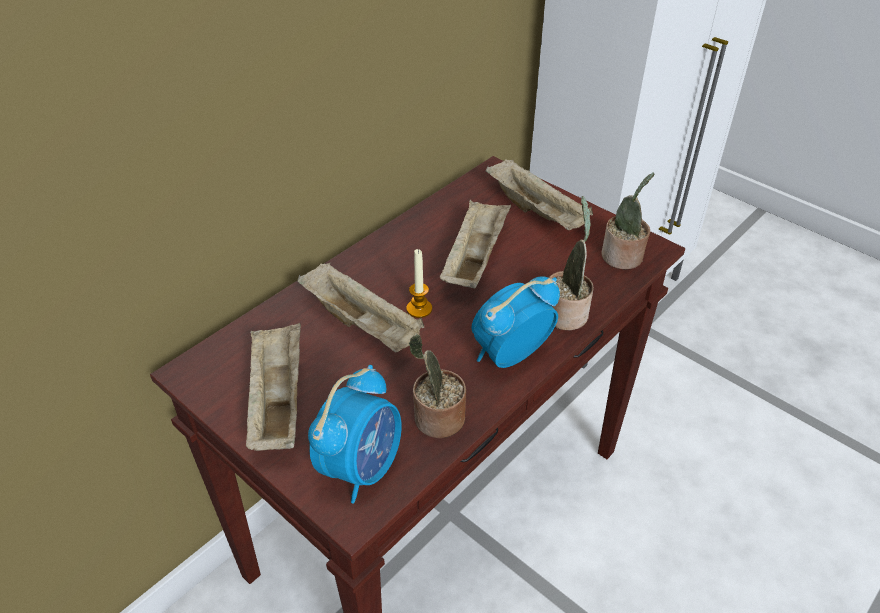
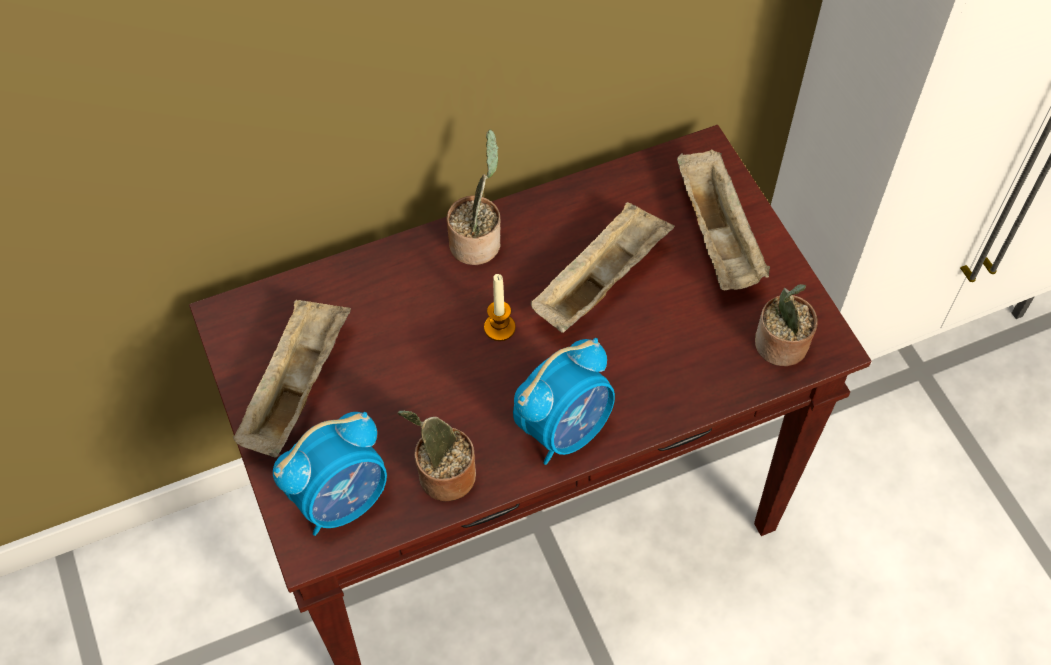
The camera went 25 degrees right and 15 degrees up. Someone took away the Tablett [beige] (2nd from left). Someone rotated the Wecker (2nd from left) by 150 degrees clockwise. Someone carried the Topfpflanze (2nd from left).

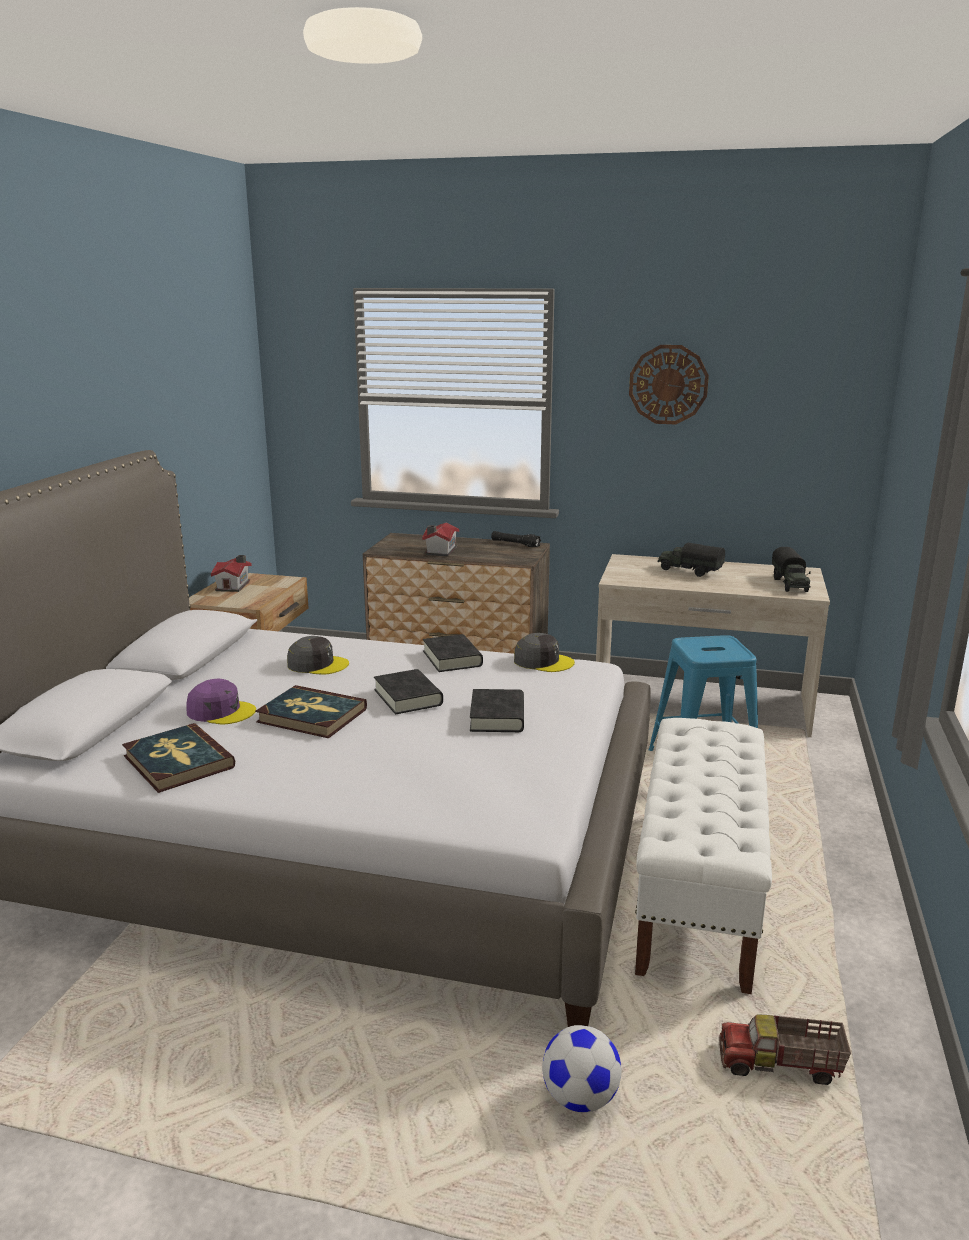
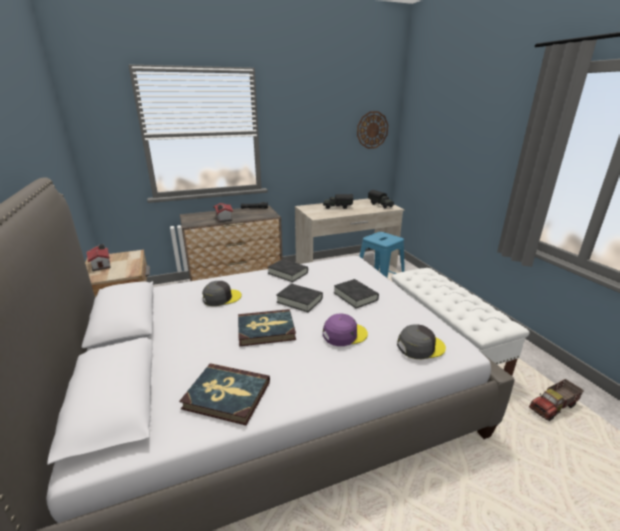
The camera went 35 degrees left and 5 degrees up. Someone carried the Kappe [lila]. Someone carried the Kappe [grau] (2nd from left). Someone took away the Fußball. Someone carried the Wanduhr.

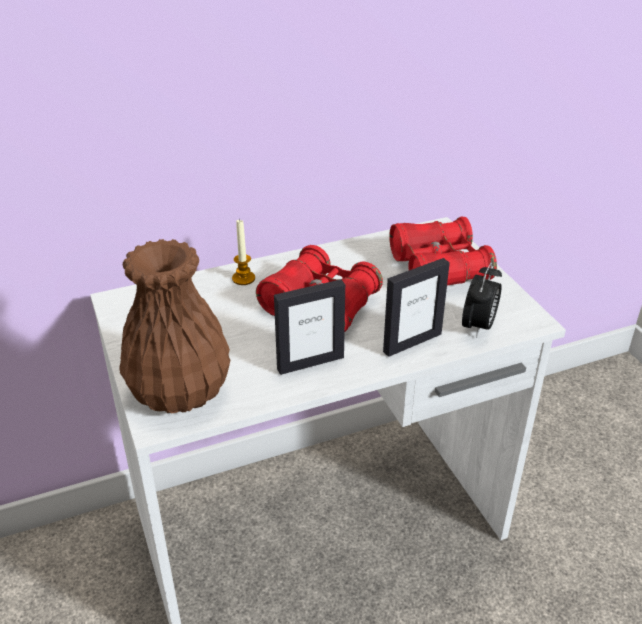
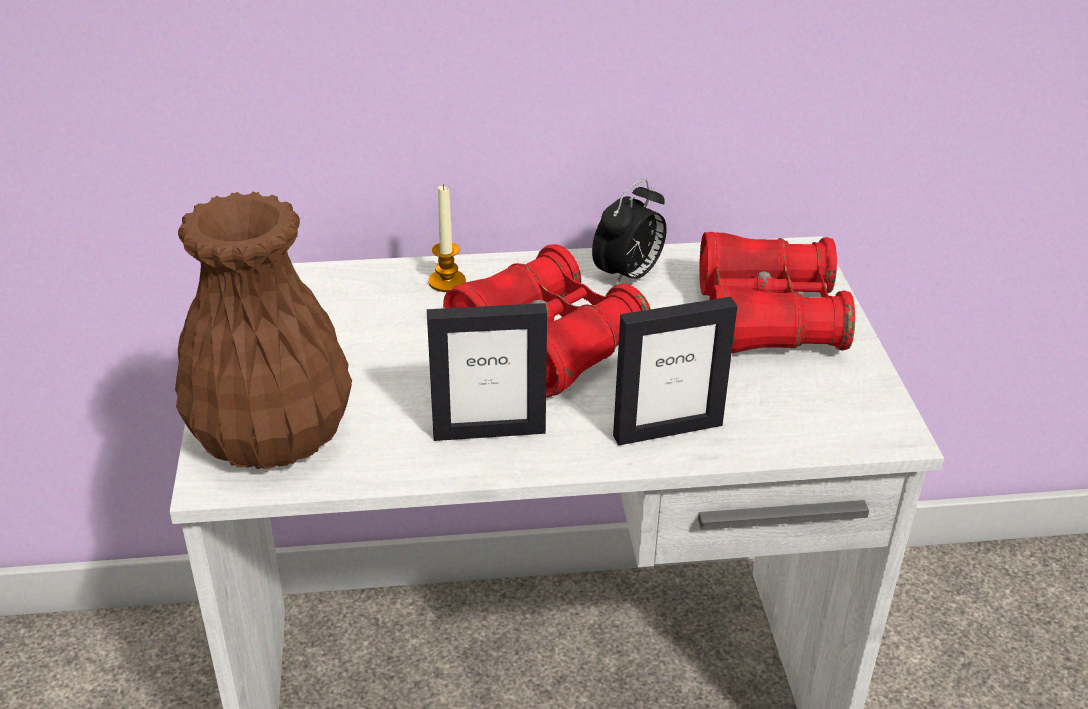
The camera went 15 degrees right and 0 degrees up. Someone carried the Wecker.

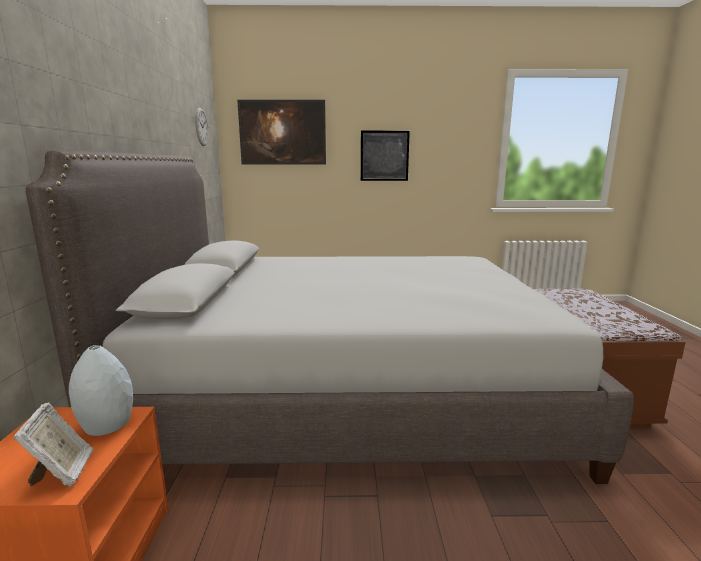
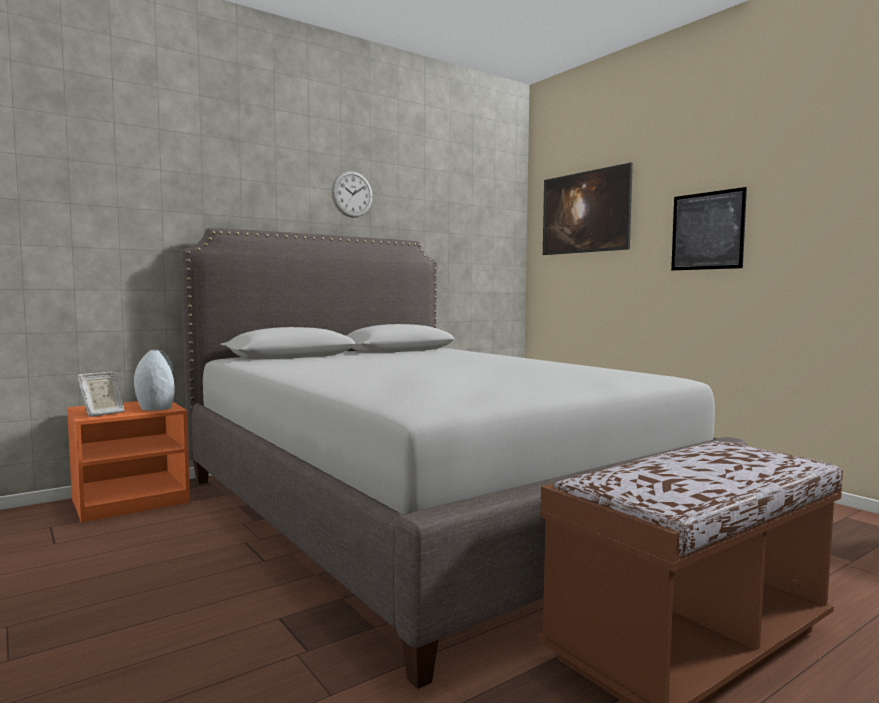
The camera went 55 degrees right and 10 degrees down. Someone carried the Wanduhr.

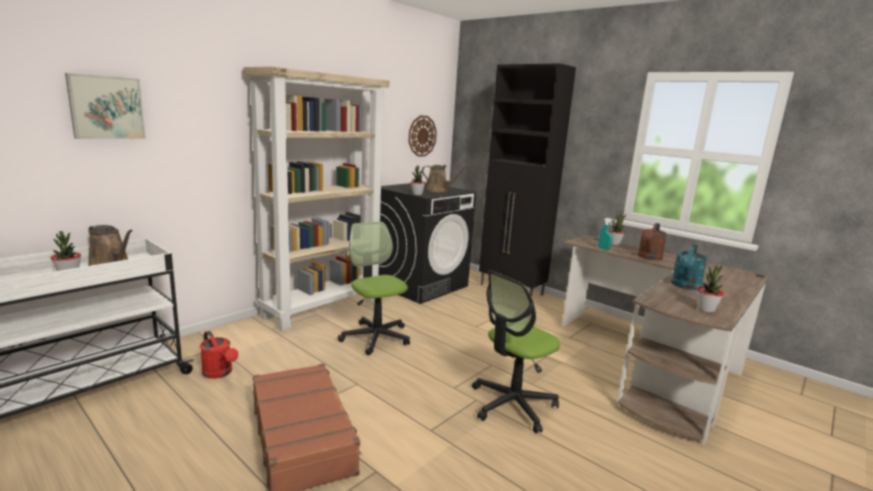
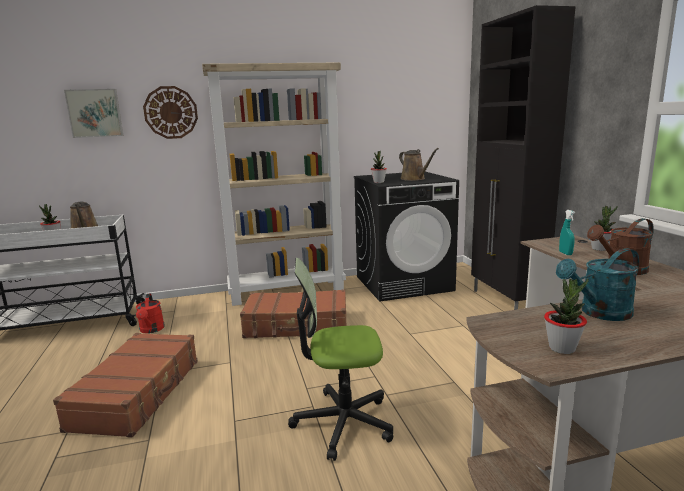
The camera went 35 degrees right and 0 degrees up. Someone swapped the Bürostuhl (1st from left) for the Koffer [braun] (2nd from left). Someone carried the Wanduhr.

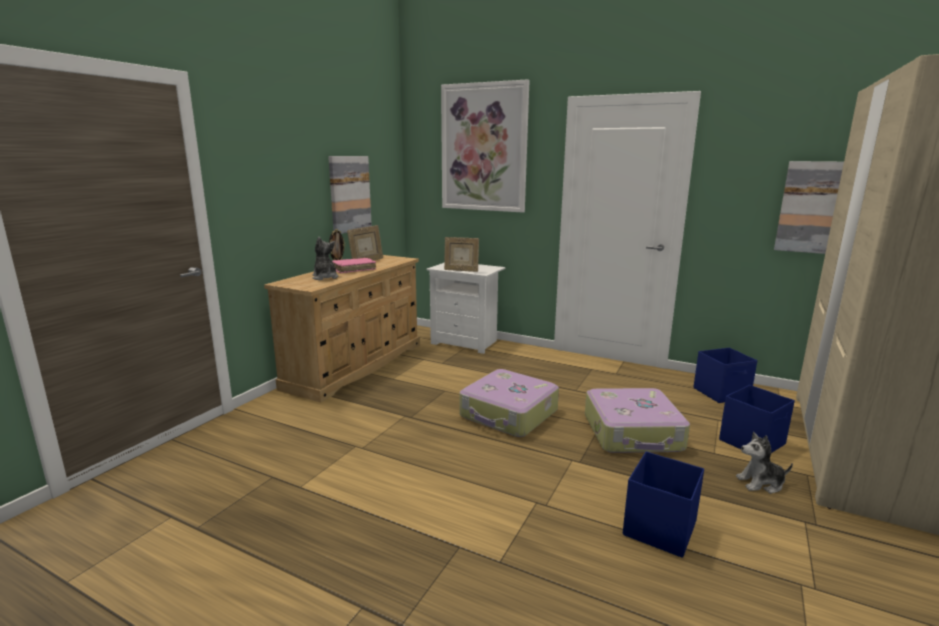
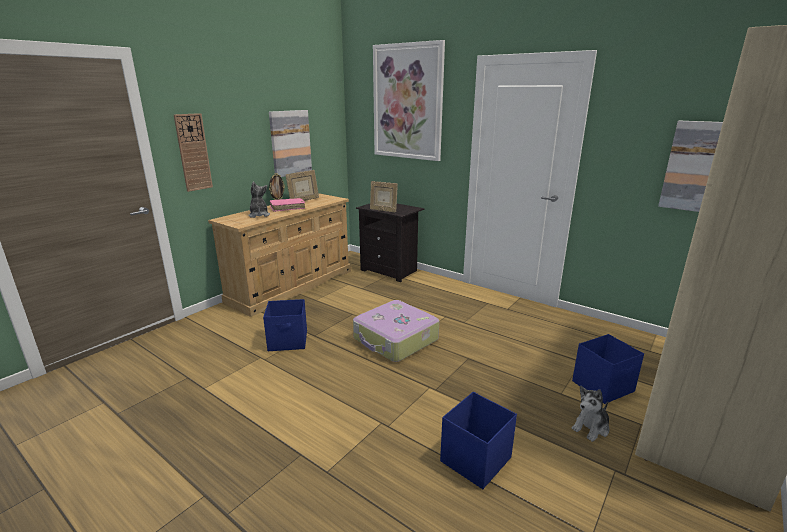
The camera went 10 degrees right and 5 degrees up. Someone repainted the Nachttisch [weiß], which became the Nachttisch [schwarz]. Someone took away the Koffer (2nd from left). Someone carried the Aufbewahrungsbox [blau] (2nd from left in the first image). Someone rotated the Plüschtier (2nd from left) by 45 degrees counterclockwise. Someone put up the Wanduhr.

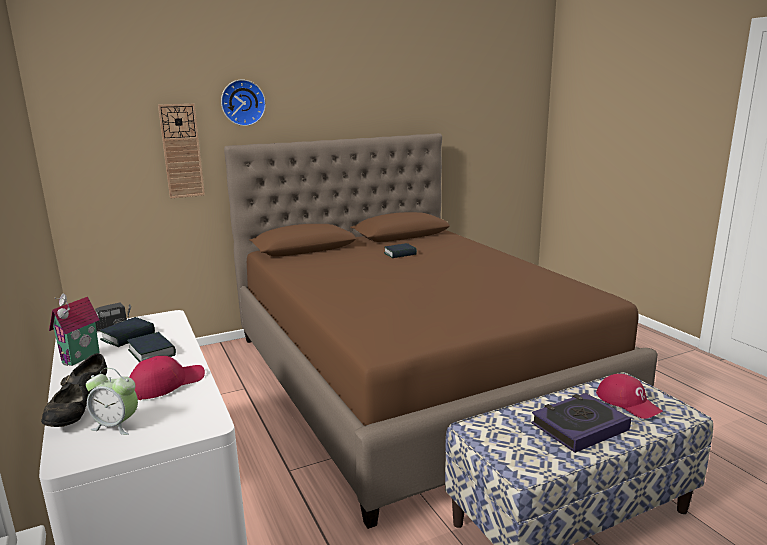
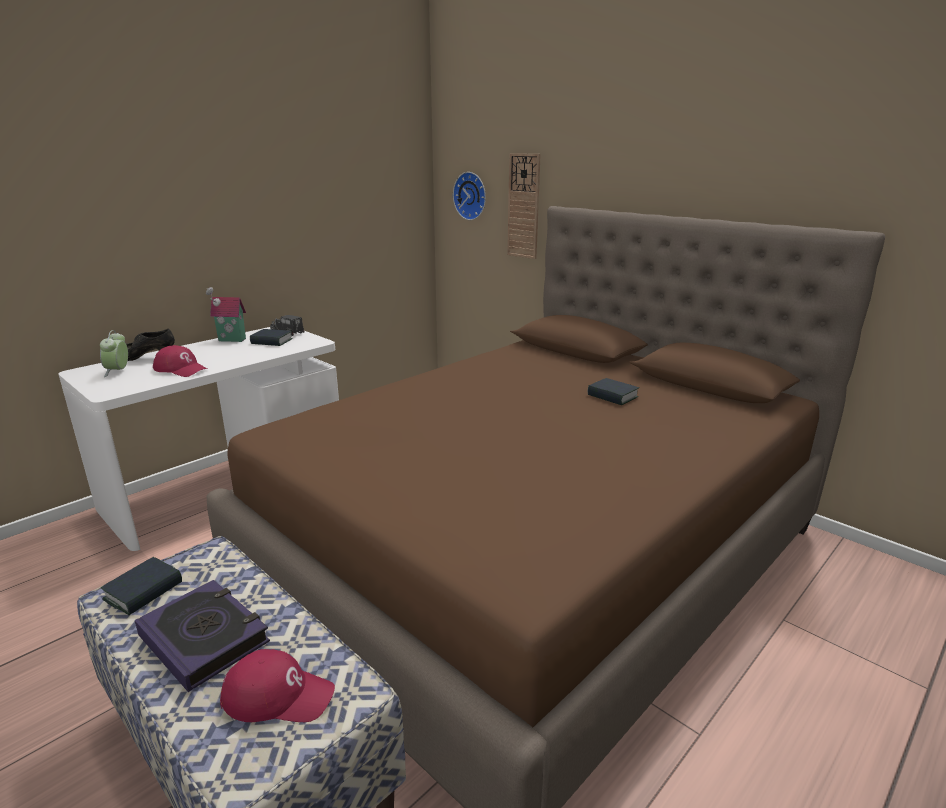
The camera went 70 degrees right and 5 degrees up. Someone carried the Buch (2nd from left in the first image). Someone carried the Wanduhr (2nd from left in the first image). Someone rotated the Kappe [rot] (2nd from left) by 120 degrees counterclockwise.

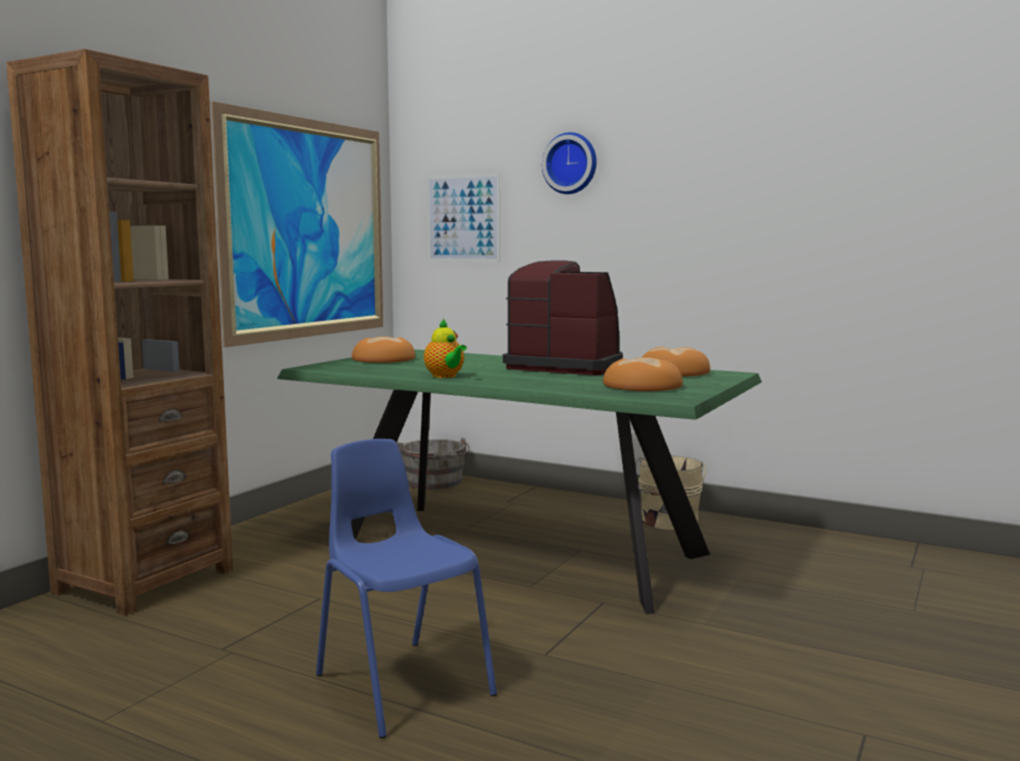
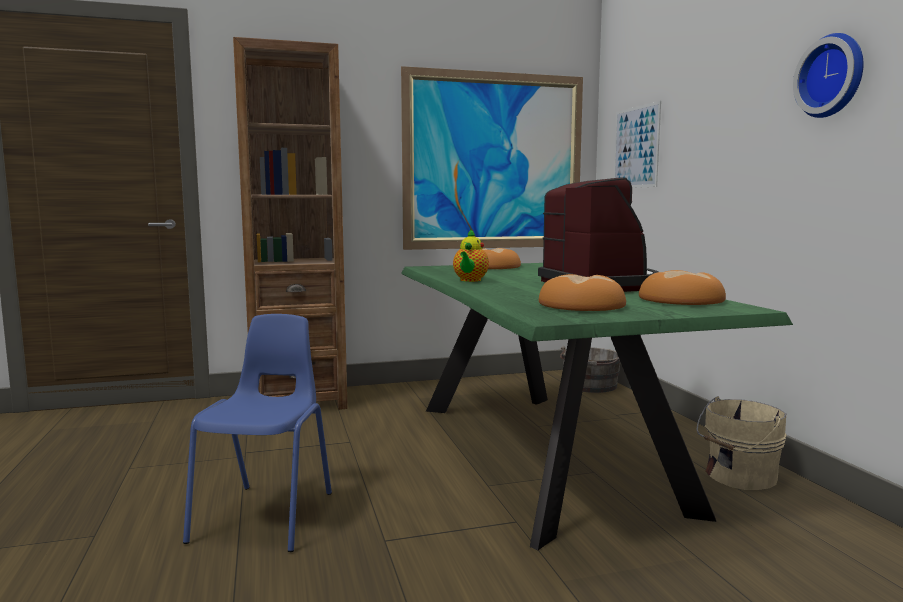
The camera went 45 degrees right and 0 degrees up. Someone carried the Wanduhr.

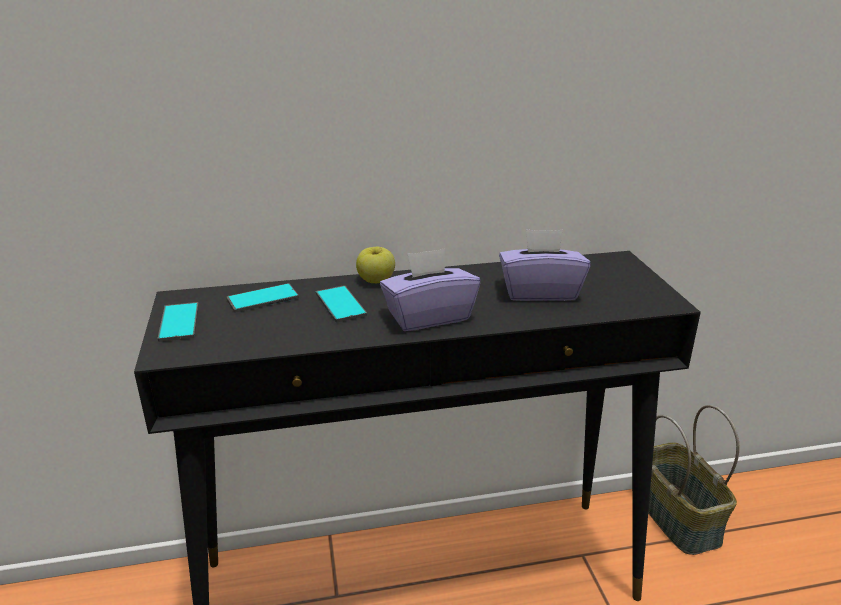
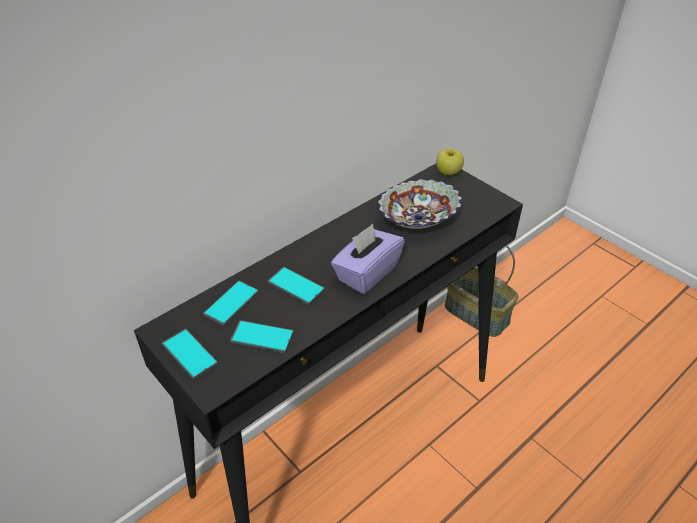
The camera went 30 degrees left and 15 degrees up. Someone carried the Apfel. Someone swapped the Taschentuchbox [lila] (2nd from left) for the Schüssel. Someone put down the Handy (3rd from left).

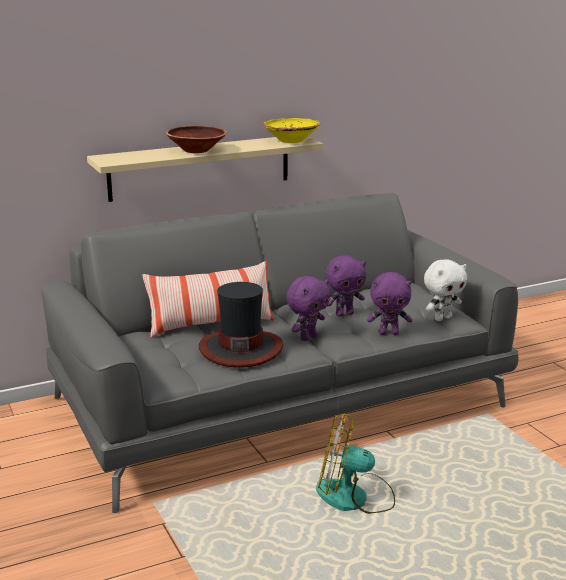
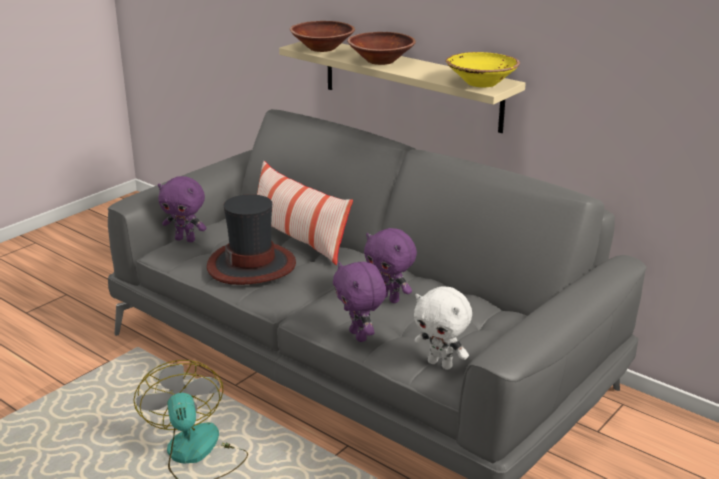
The camera went 65 degrees right and 5 degrees up. Someone carried the Plüschtier [lila] (1st from left). Someone put down the Schüssel [braun] (1st from left).

